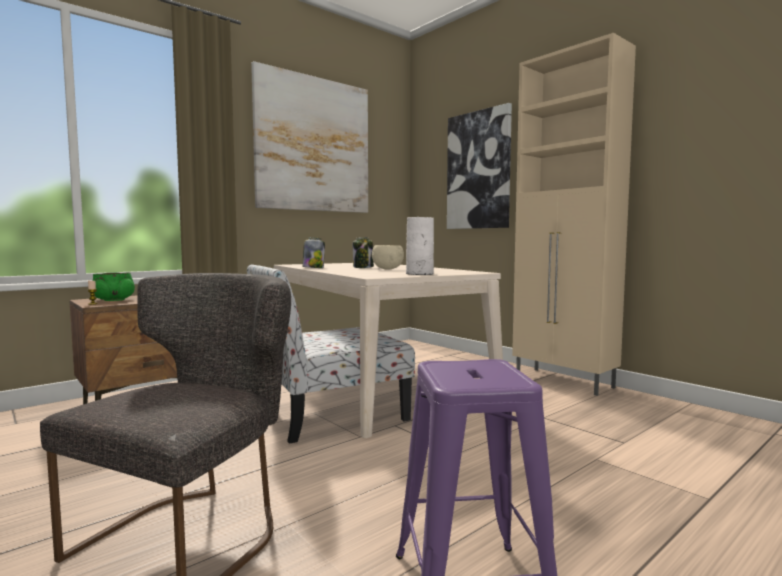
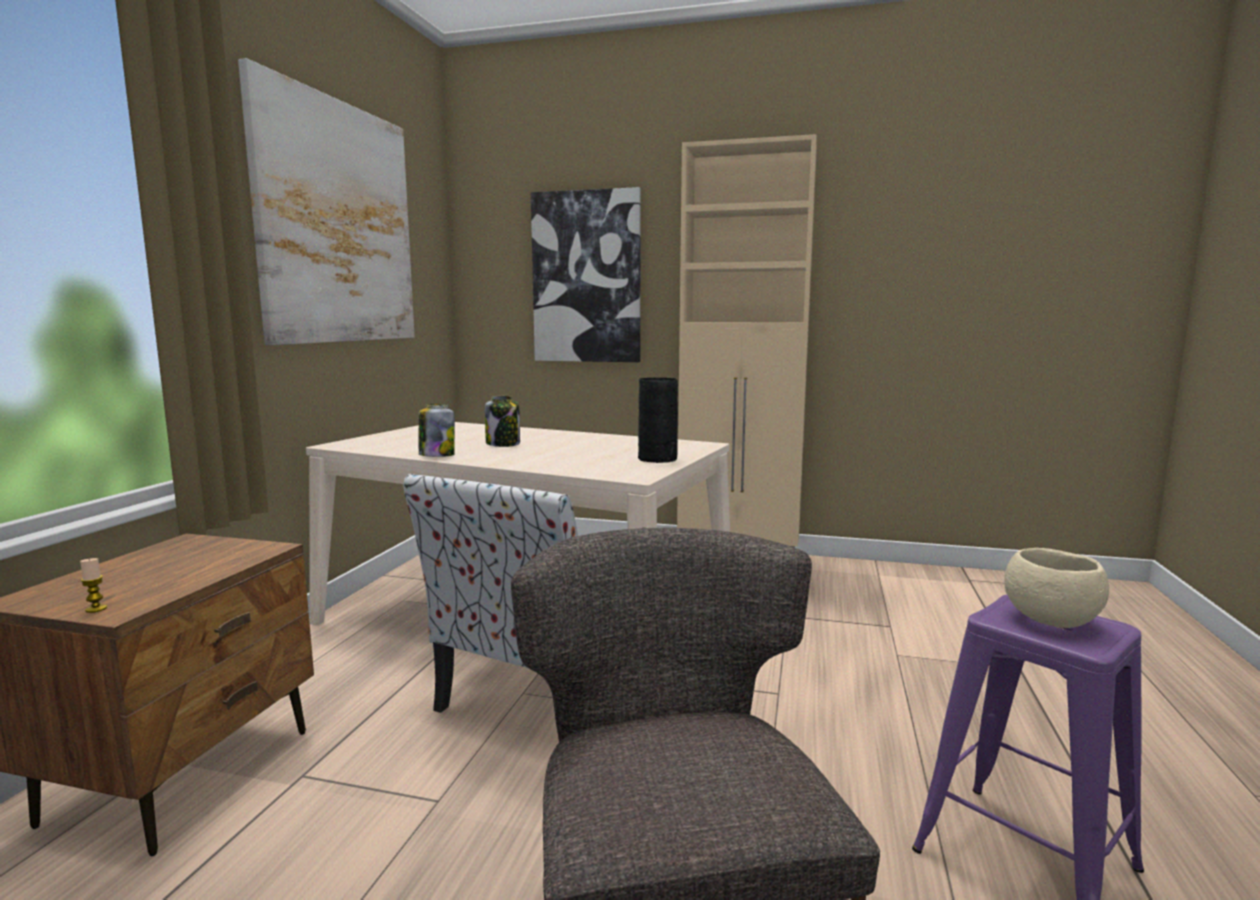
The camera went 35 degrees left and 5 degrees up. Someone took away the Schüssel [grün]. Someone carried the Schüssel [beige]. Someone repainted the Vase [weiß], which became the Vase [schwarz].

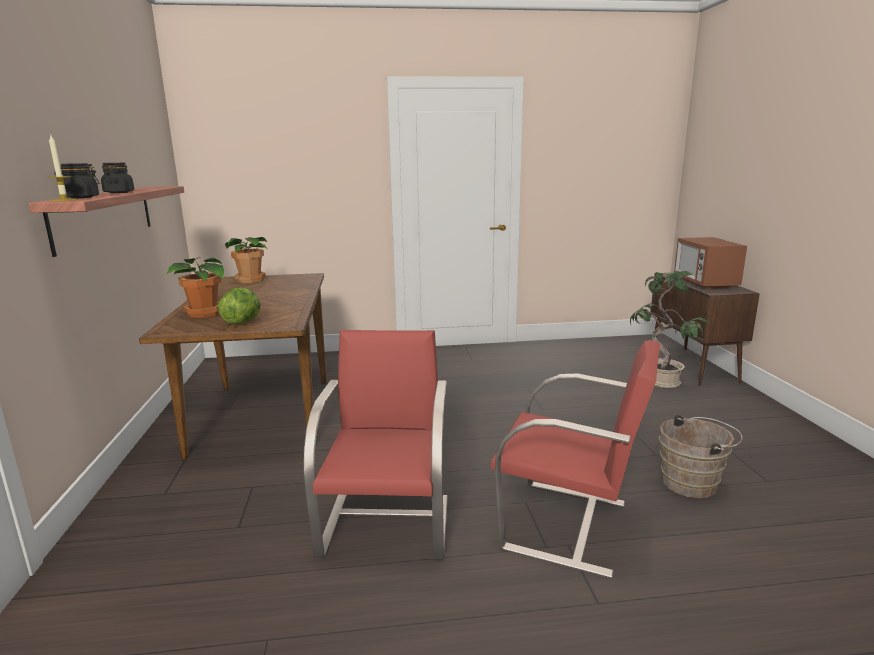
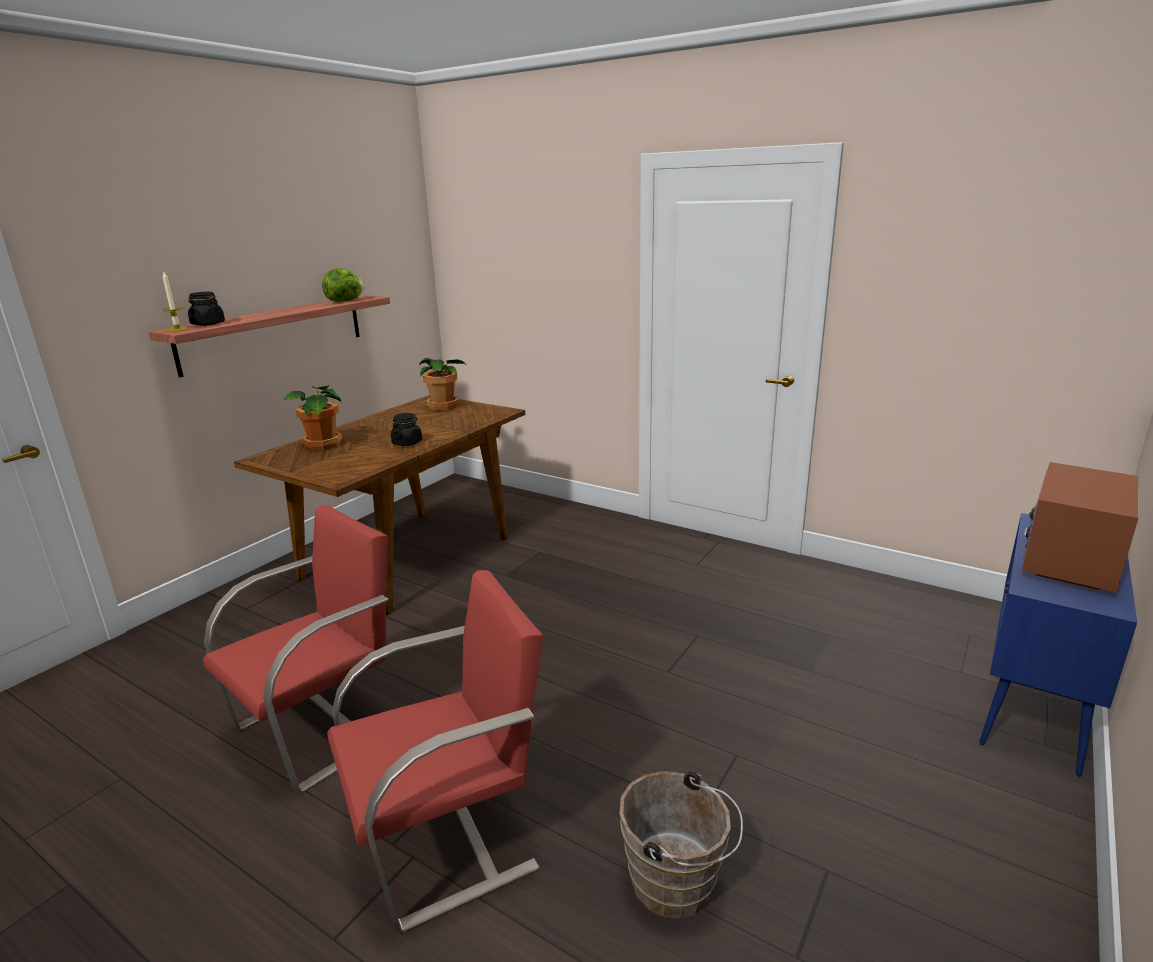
The camera went 40 degrees right and 5 degrees up. Someone carried the Vorratsglas [schwarz] (2nd from left). Someone carried the Salatkopf. Someone rotated the Stuhl [rot] (2nd from left) by 90 degrees counterclockwise. Someone took away the Topfpflanze (3rd from left). Someone repainted the Schrank [braun], which became the Schrank [blau].

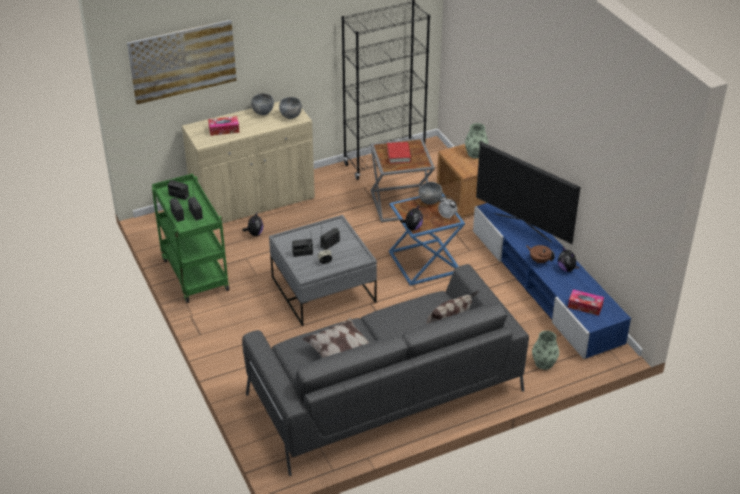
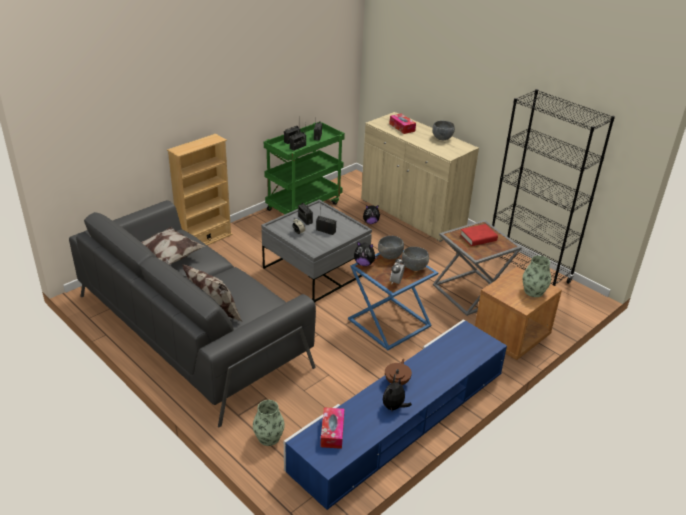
The camera went 70 degrees right and 5 degrees down. Someone took away the Bild. Someone carried the Schüssel [grau] (2nd from left in the first image). Someone took away the Fernseher. Someone put down the Bücherregal [beige].

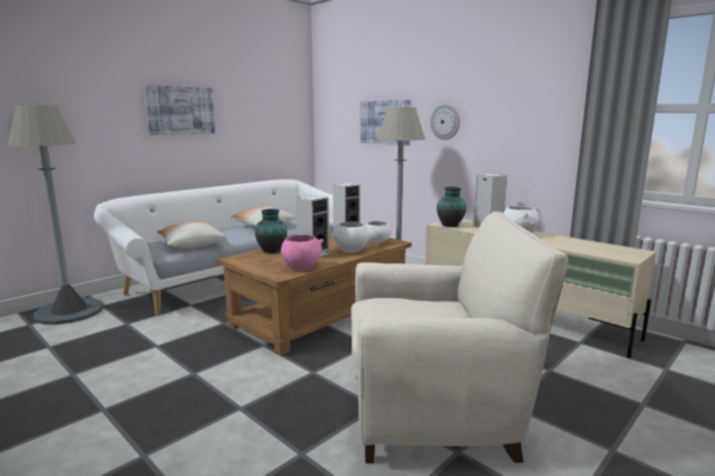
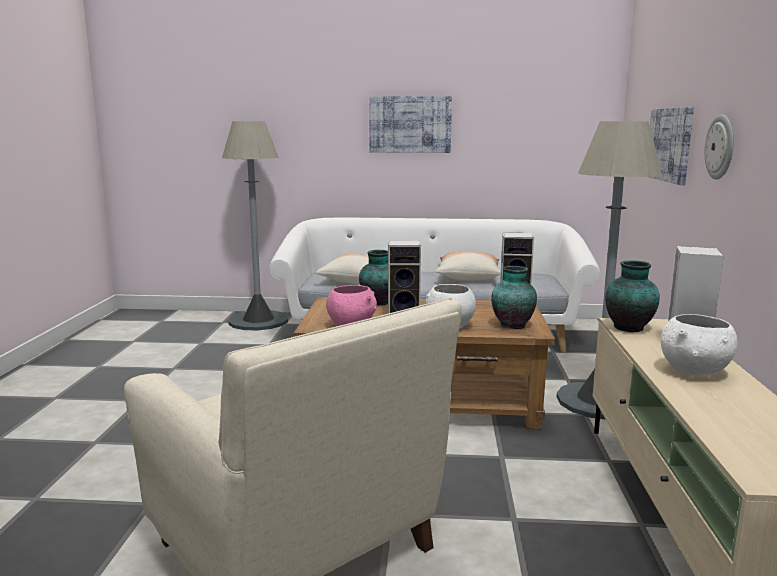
The camera went 50 degrees right and 0 degrees up. Someone swapped the Schüssel [weiß] (2nd from left) for the Vase (2nd from left).

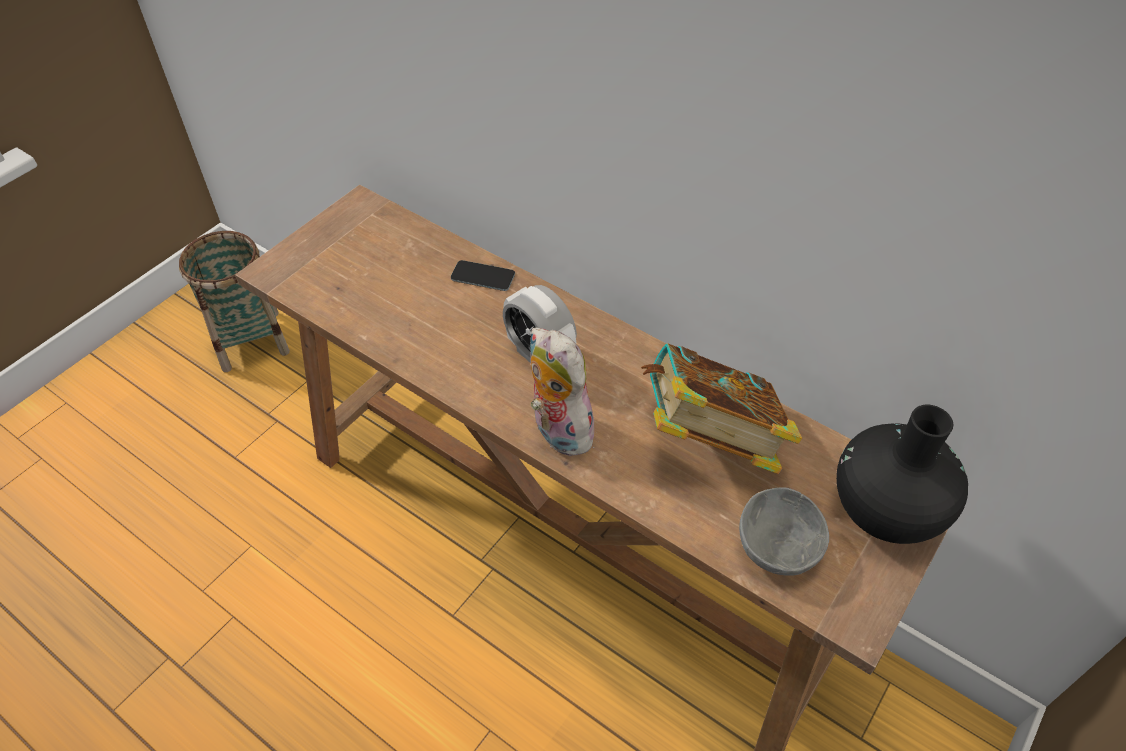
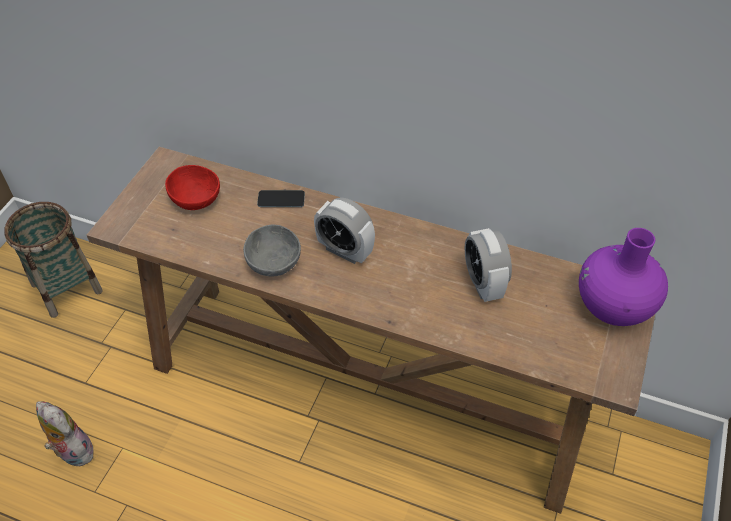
The camera went 15 degrees left and 0 degrees up. Someone carried the Plüschtier. Someone swapped the Buch for the Wecker (2nd from left). Someone carried the Schüssel [grau]. Someone repainted the Vase [schwarz], which became the Vase [lila]. Someone put down the Schüssel [rot].

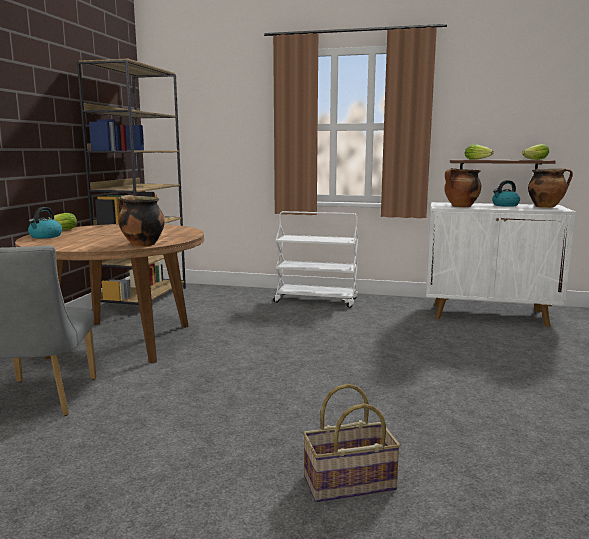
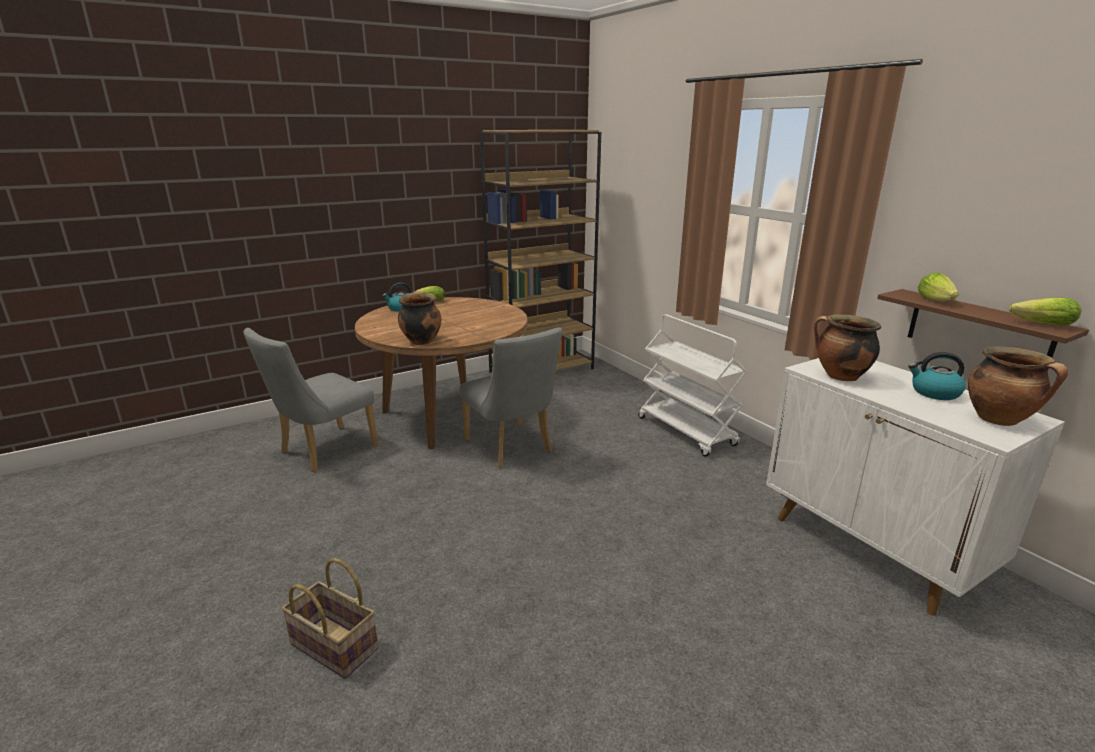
The camera went 45 degrees right and 10 degrees up. Someone put down the Stuhl [grau] (2nd from left).

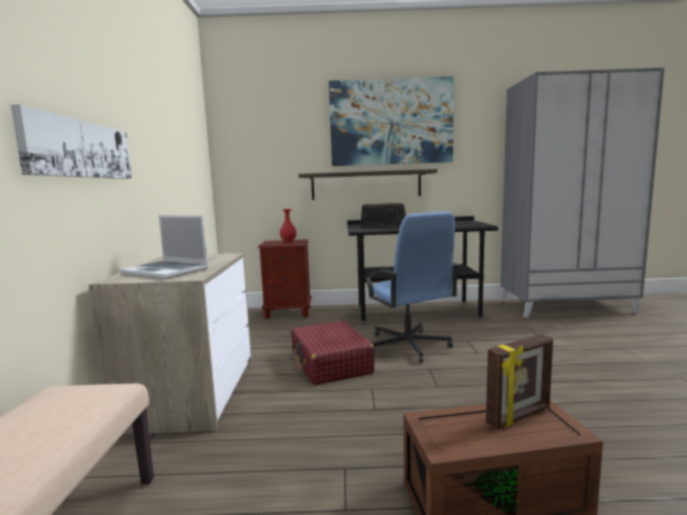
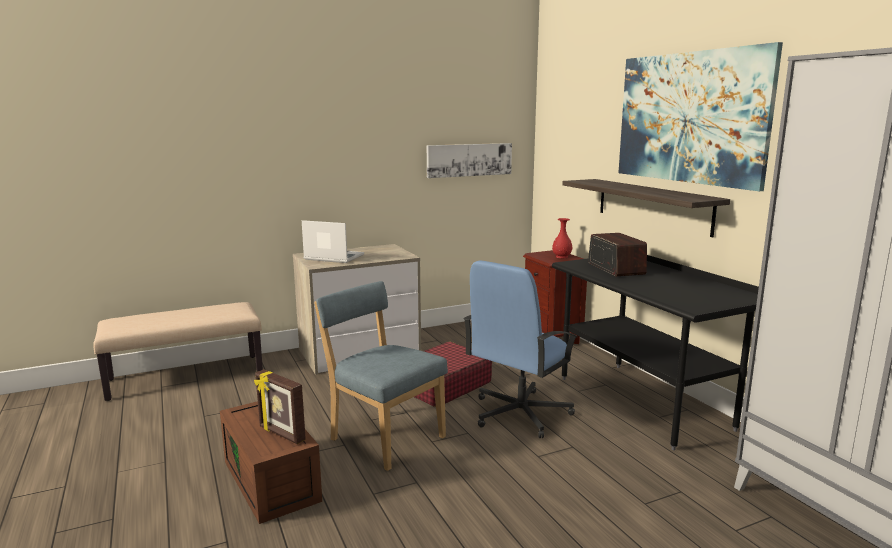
The camera went 65 degrees right and 5 degrees up. Someone carried the Bild (1st from left). Someone rotated the Laptop by 105 degrees clockwise. Someone put down the Stuhl [blau].

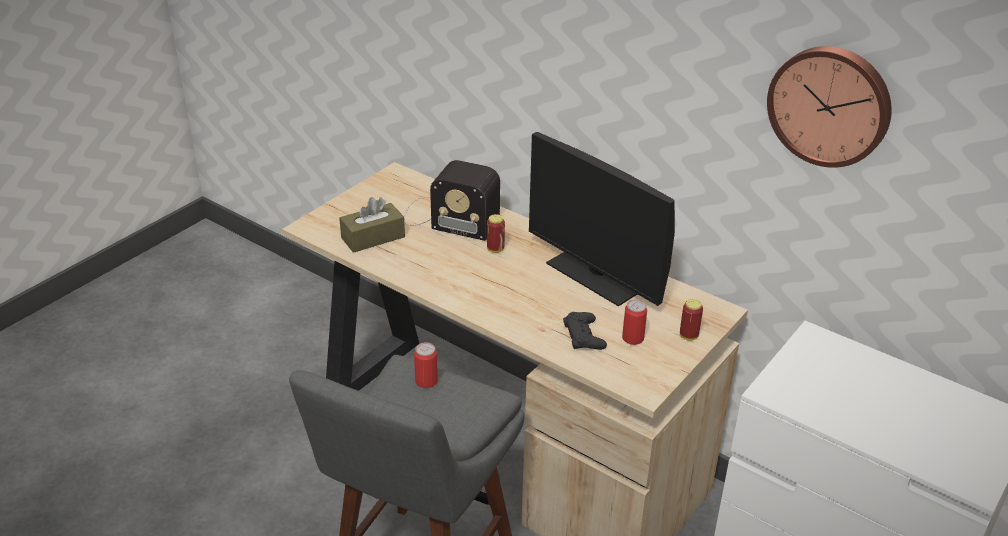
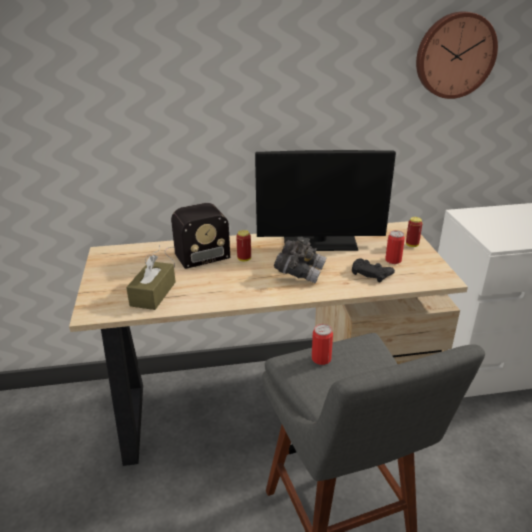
The camera went 45 degrees left and 5 degrees down. Someone put down the Fernglas [grau].

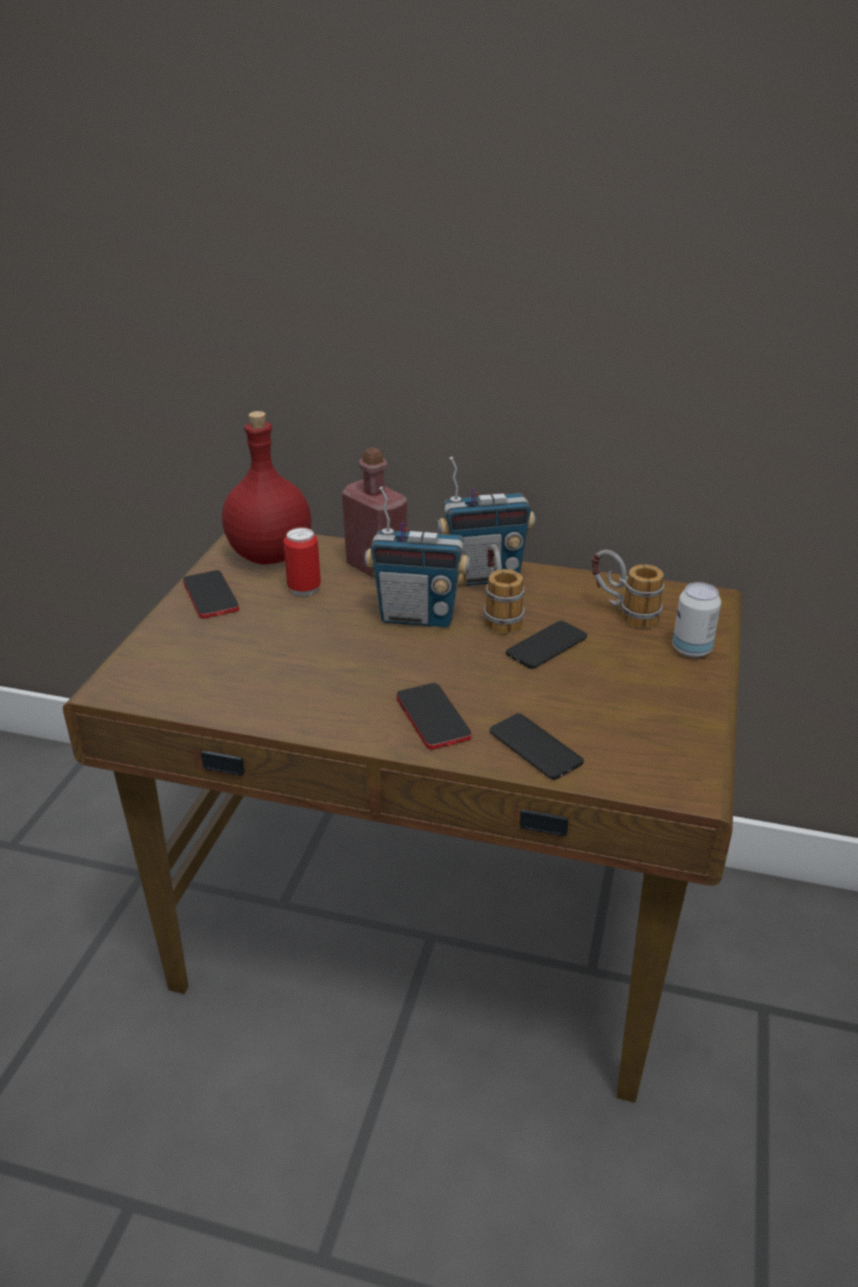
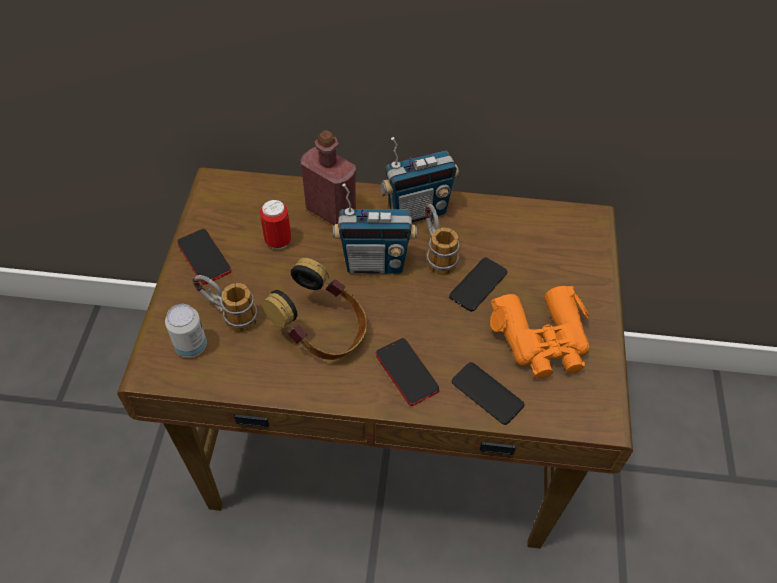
The camera went 10 degrees left and 20 degrees up. Someone took away the Flasche [rot] (1st from left). Someone carried the Henkelbecher (2nd from left in the first image). Someone carried the Dose (2nd from left in the first image). Someone put down the Kopfhörer. Someone put down the Fernglas [orange].

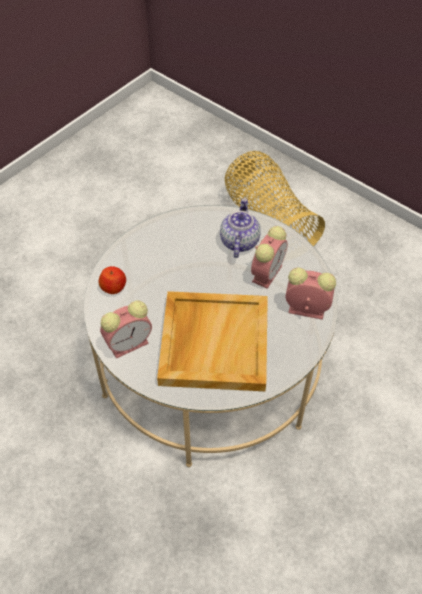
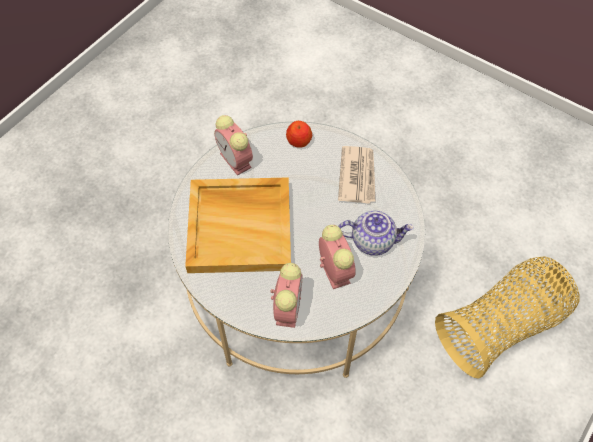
The camera went 85 degrees right and 5 degrees up. Someone rotated the Wecker (2nd from left in the first image) by 135 degrees counterclockwise. Someone put down the Zeitung.

